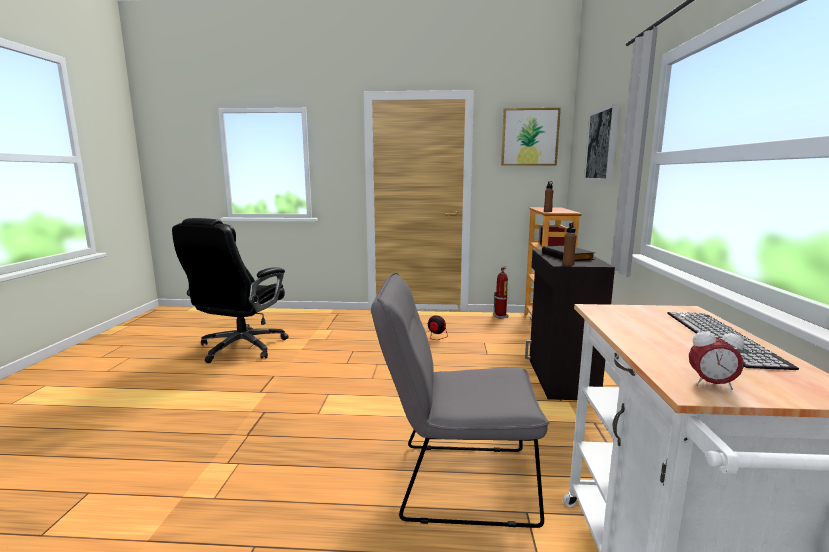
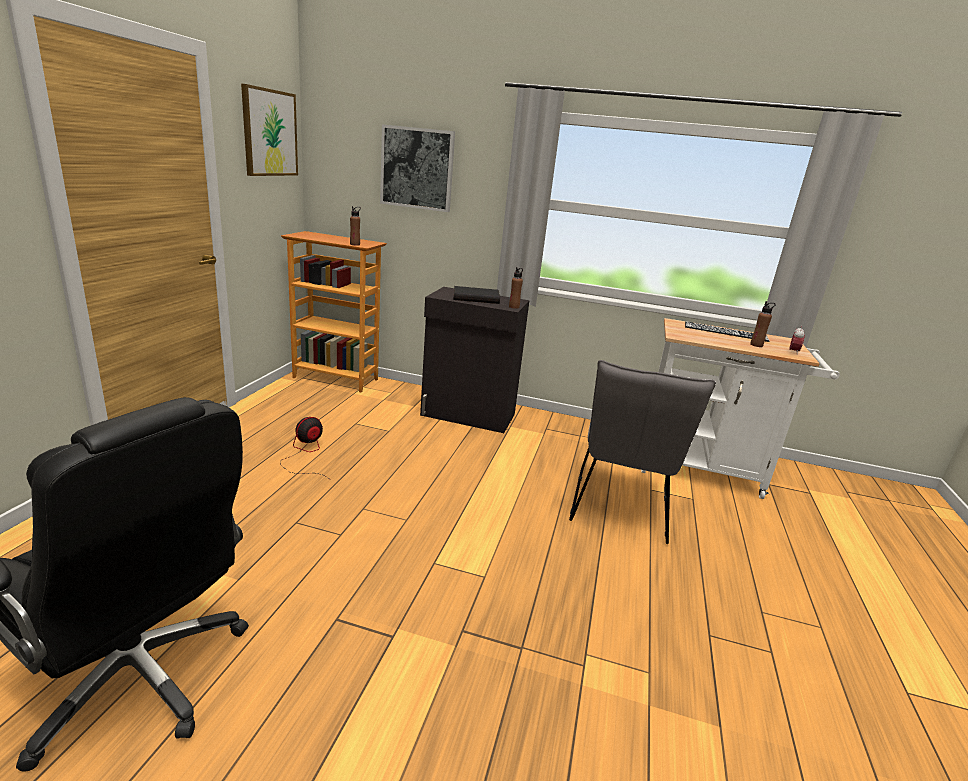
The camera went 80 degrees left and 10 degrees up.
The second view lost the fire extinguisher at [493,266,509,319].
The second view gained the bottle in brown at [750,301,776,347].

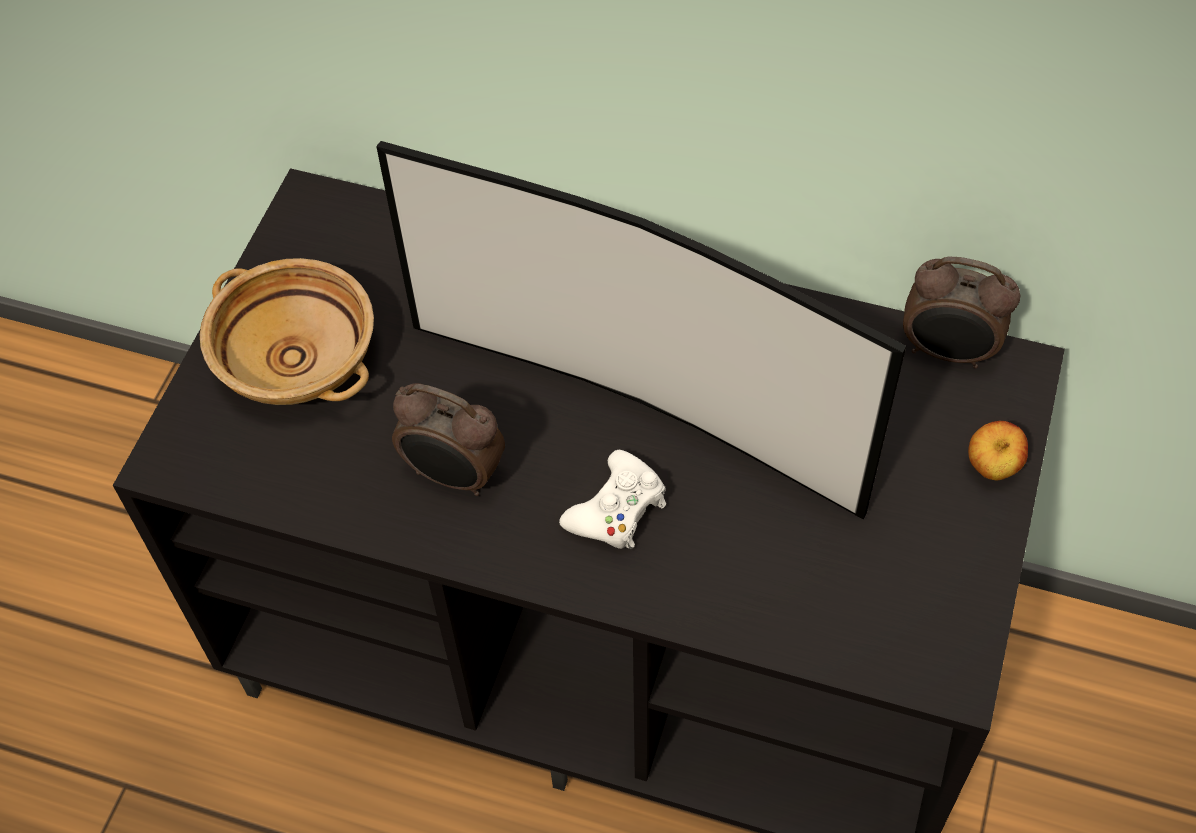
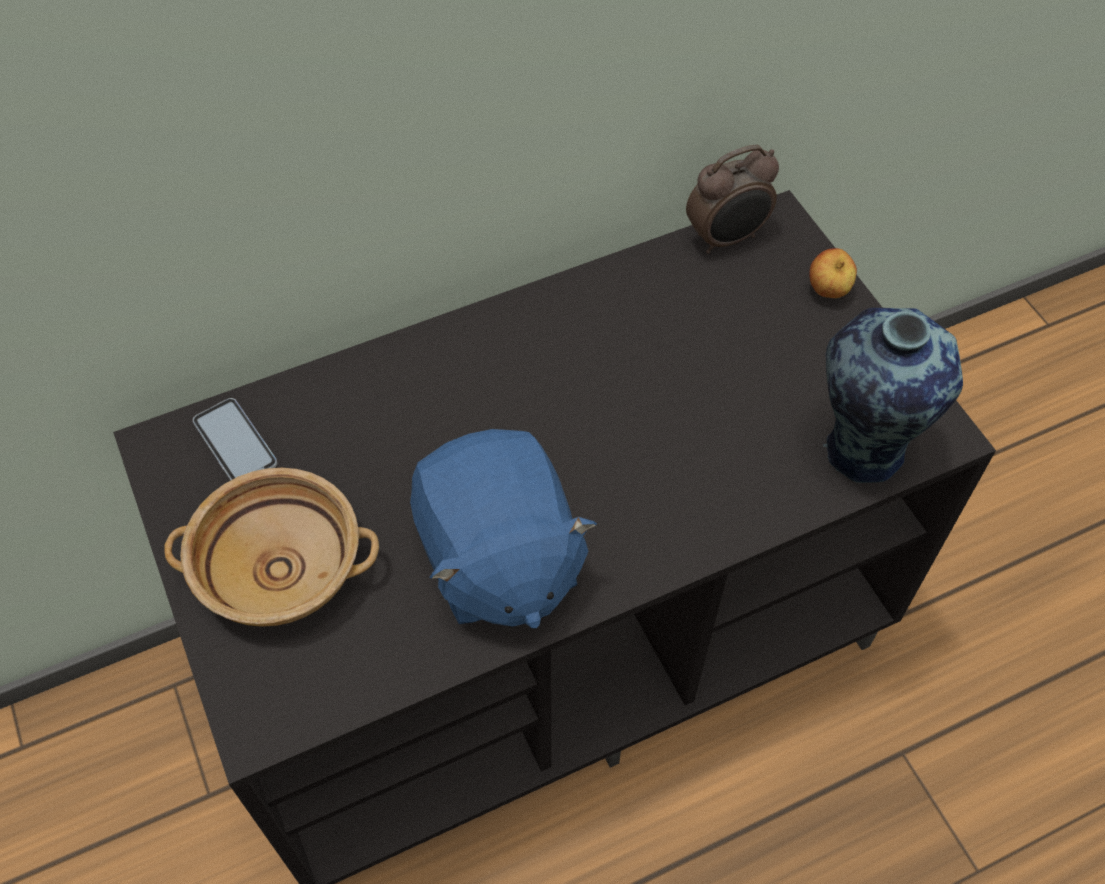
The camera went 45 degrees left and 0 degrees up.
The second view lost the television at [376,141,906,520].
Where the alarm clock stood at [392,383,505,496], the plush toy in blue came to stand at [410,429,597,628].
The second view lost the game controller in white at [559,450,666,549].
The second view gained the phone at [193,398,277,480].
The second view gained the vase at [823,308,963,483].

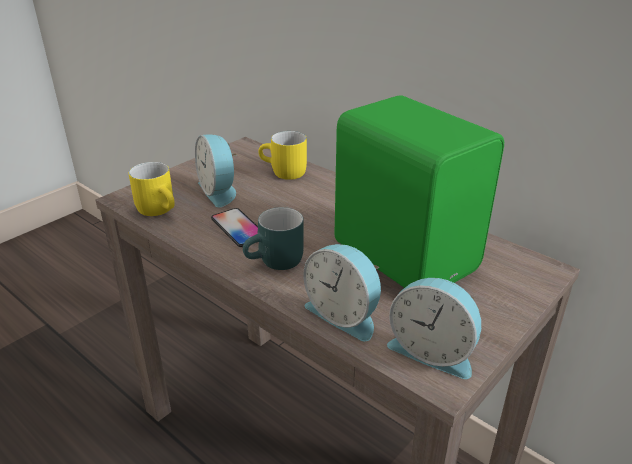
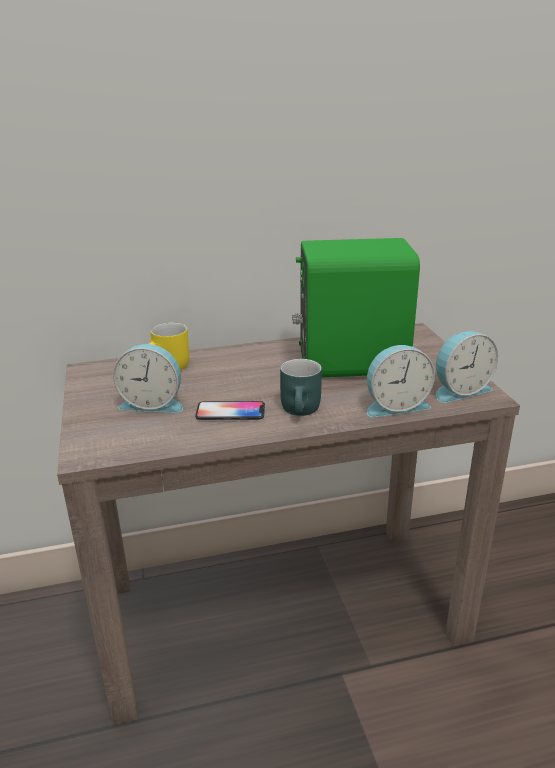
The camera went 55 degrees left and 5 degrees down.
The second view lost the mug in yellow at [129,162,175,216].

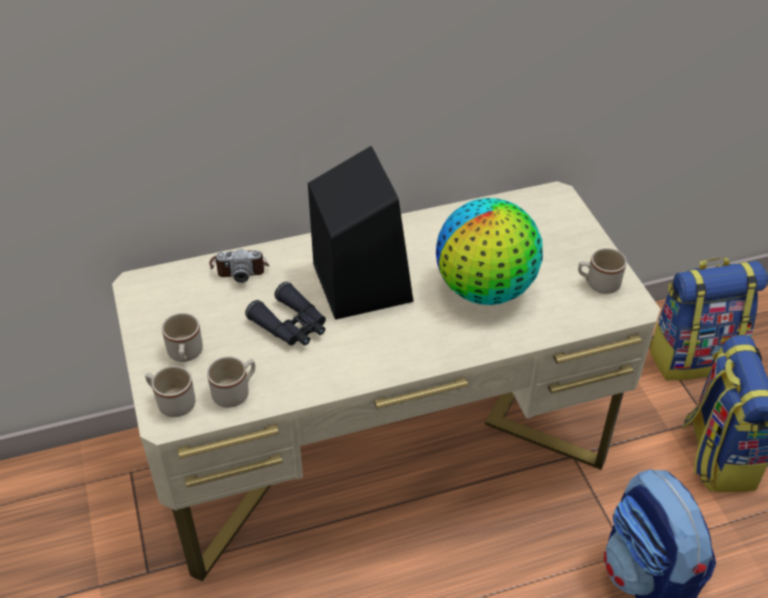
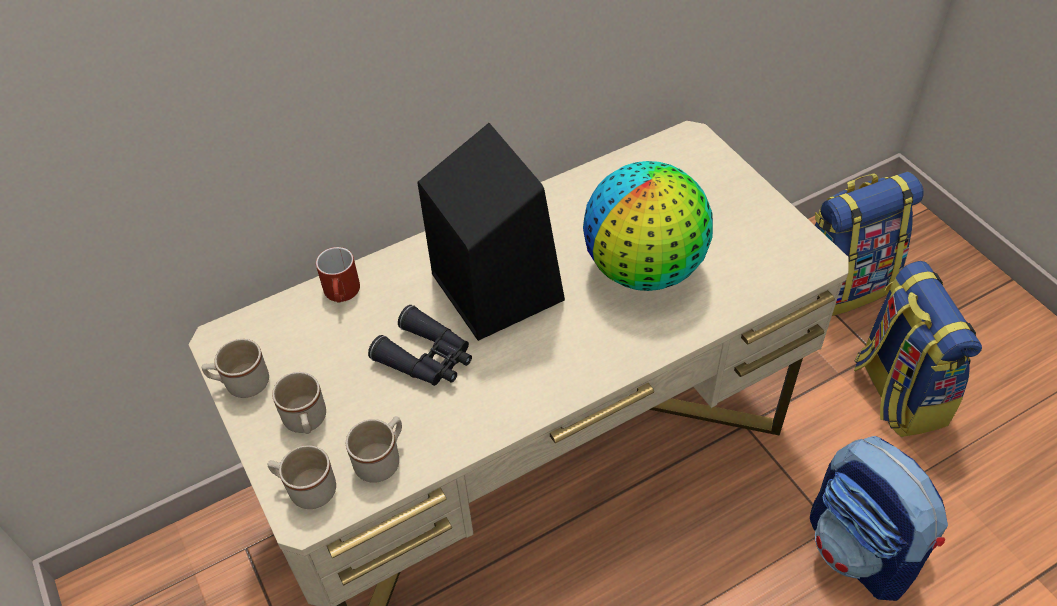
The camera went 10 degrees left and 5 degrees up.
Where the photo camera stood at [209,249,269,283], the mug in red came to stand at [316,247,360,303].
The mug in beige ended up elsewhere, having gone from [578,248,627,294] to [202,339,269,398].

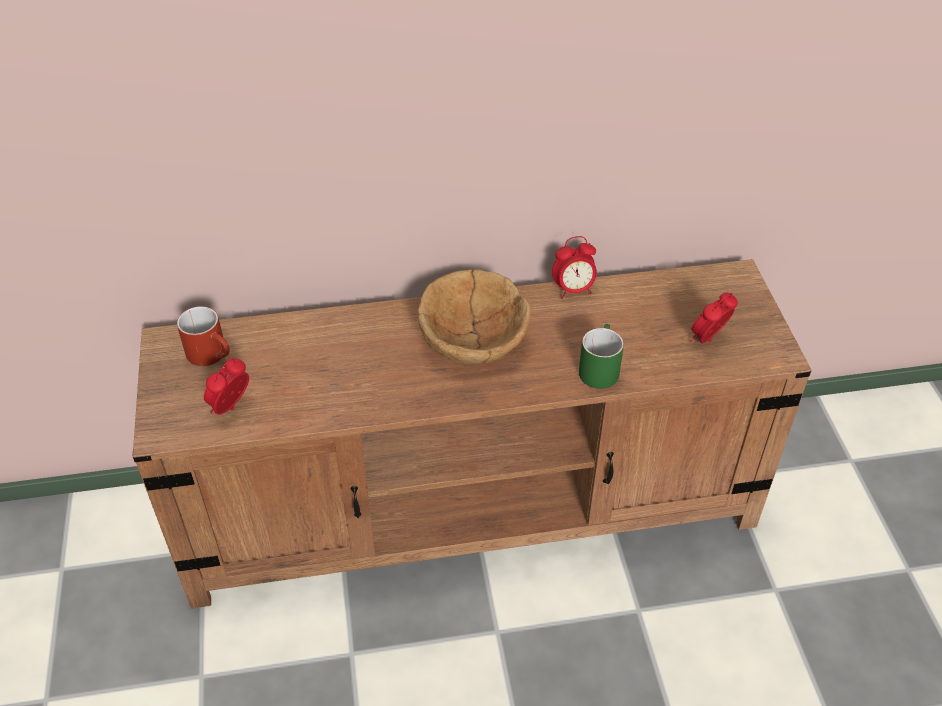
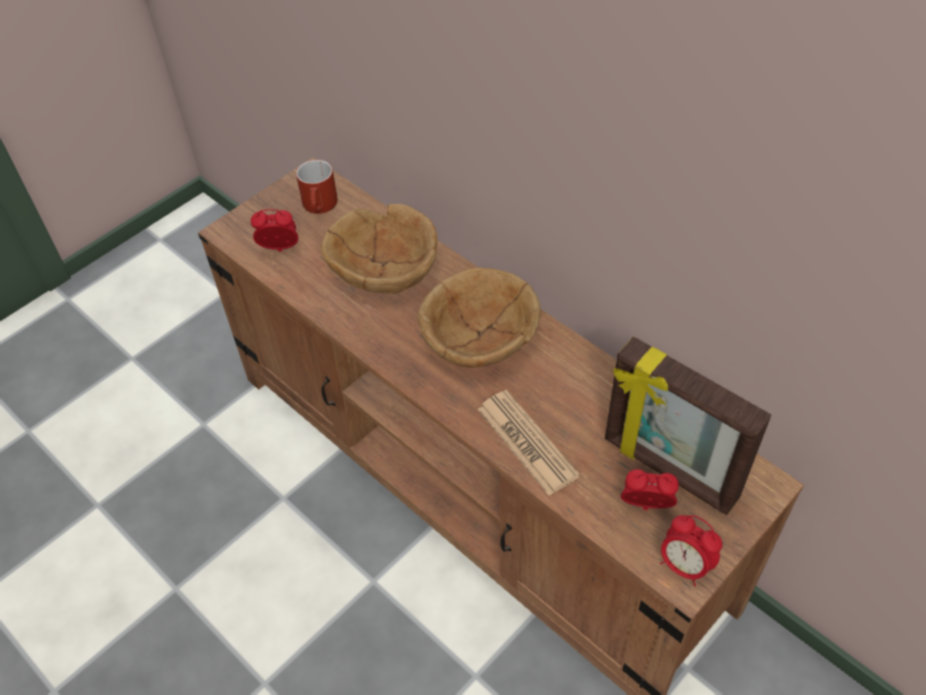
The camera went 55 degrees right and 5 degrees up.
The alarm clock ended up elsewhere, having gone from [552,236,597,299] to [660,515,723,586].
Where the mug in green stood at [579,324,624,389], the newspaper came to stand at [478,390,580,496].
The second view gained the bowl in brown at [321,204,438,294].
The second view gained the picture frame at [605,336,771,515].

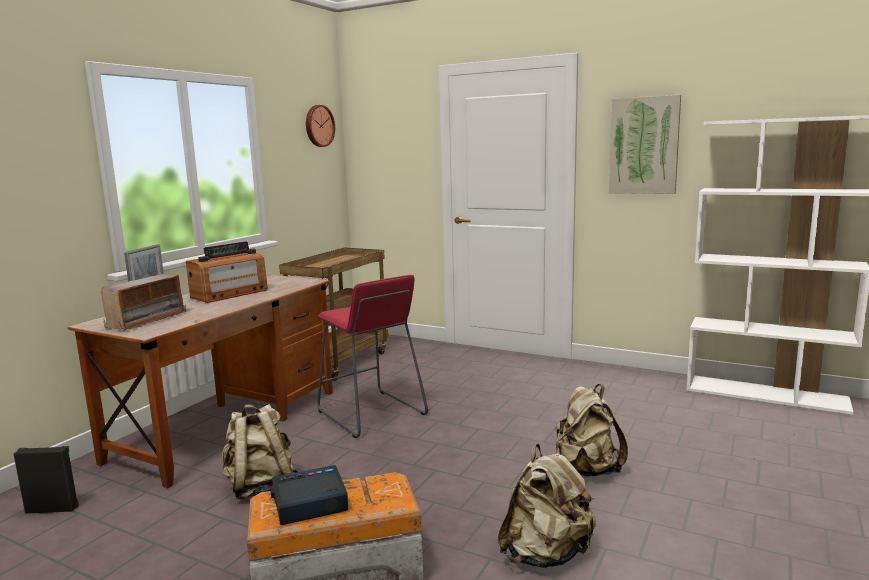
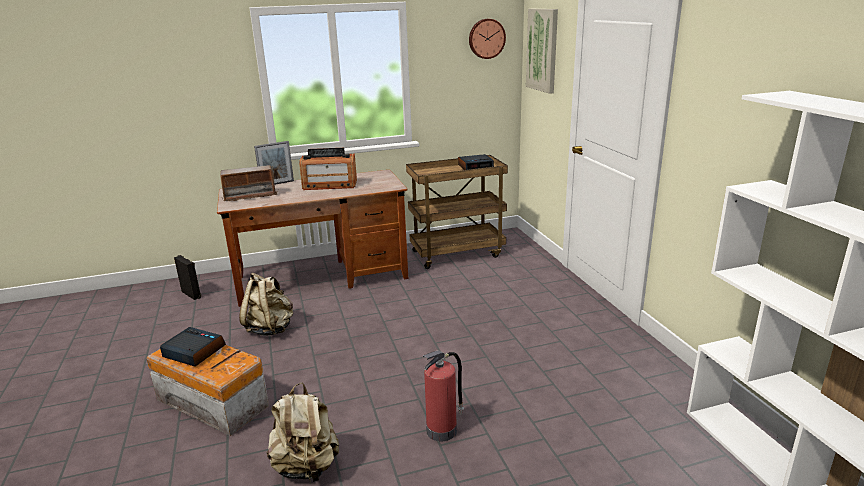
The camera went 45 degrees right and 10 degrees up.
The second view lost the stool in red at [317,275,428,438].
Where the backpack in beige stood at [555,384,628,477], the fire extinguisher came to stand at [423,350,464,441].
The picture ended up elsewhere, having gone from [609,95,681,194] to [526,9,558,94].
The second view gained the alarm clock at [458,154,494,170].

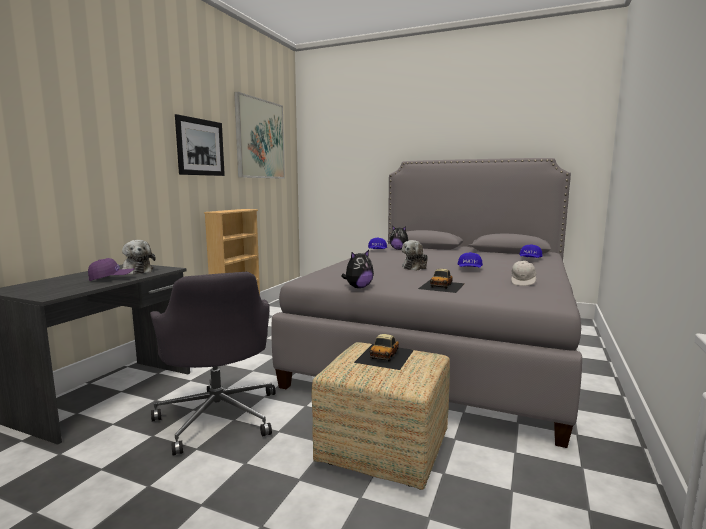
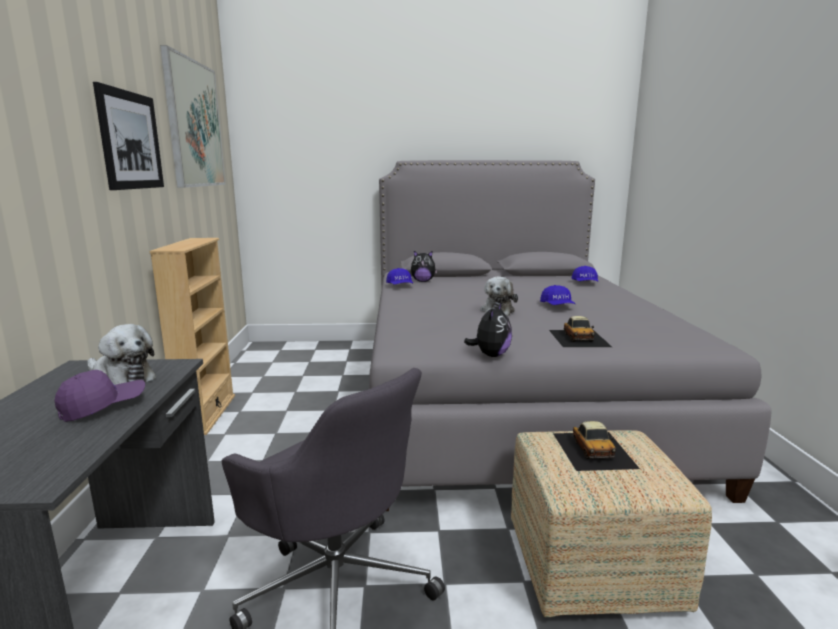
The camera went 25 degrees left and 5 degrees up.
The second view lost the cap in white at [511,261,537,286].

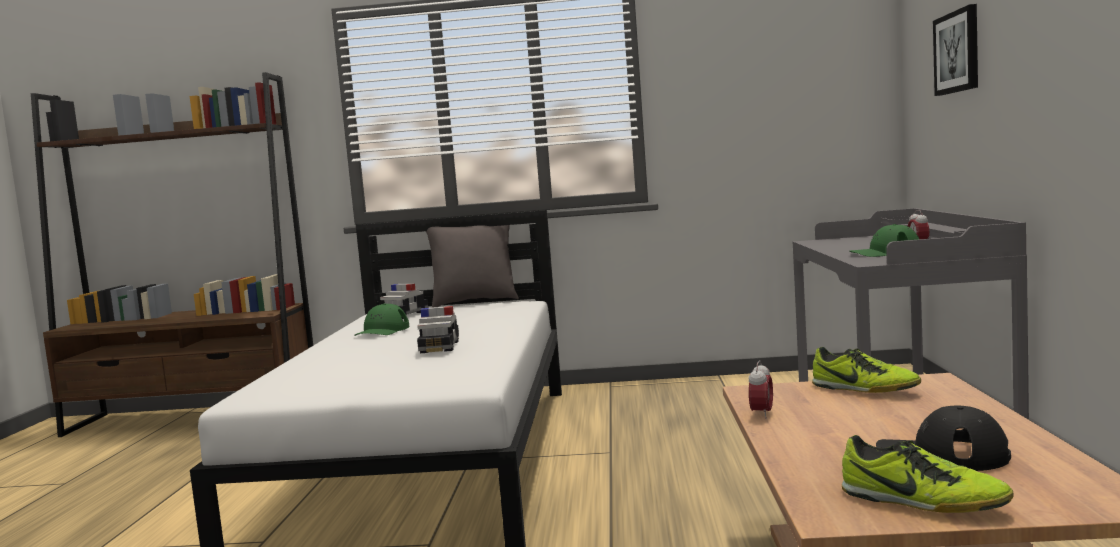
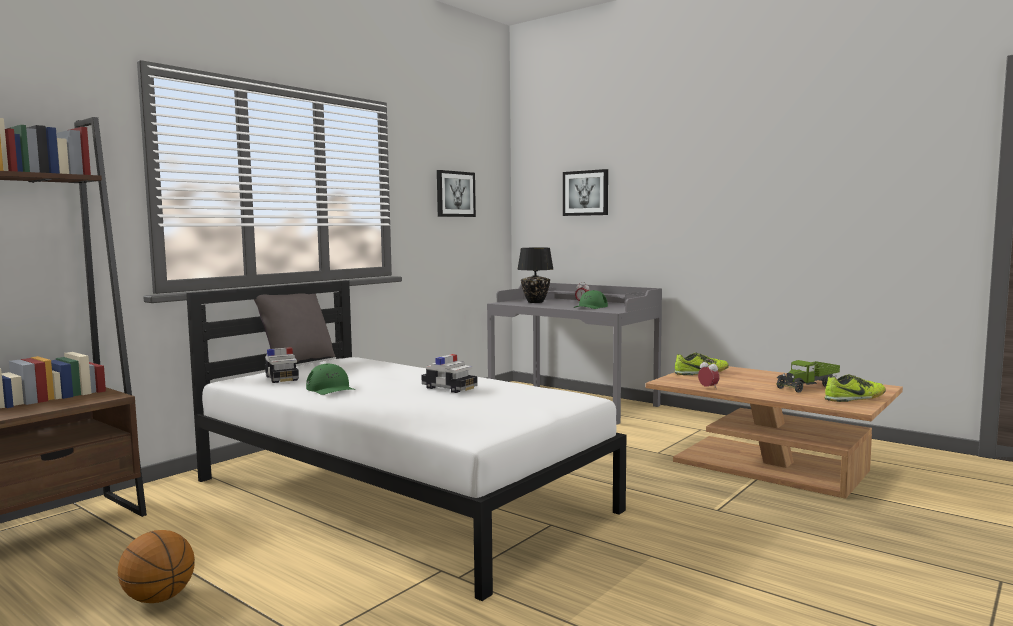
The camera went 55 degrees left and 0 degrees up.
Where the cap in black stood at [876,406,1011,471], the toy truck came to stand at [776,360,840,393].
The second view gained the basketball at [118,530,195,603].
The second view gained the picture at [437,170,476,217].
The second view gained the table lamp in black at [517,248,553,303].

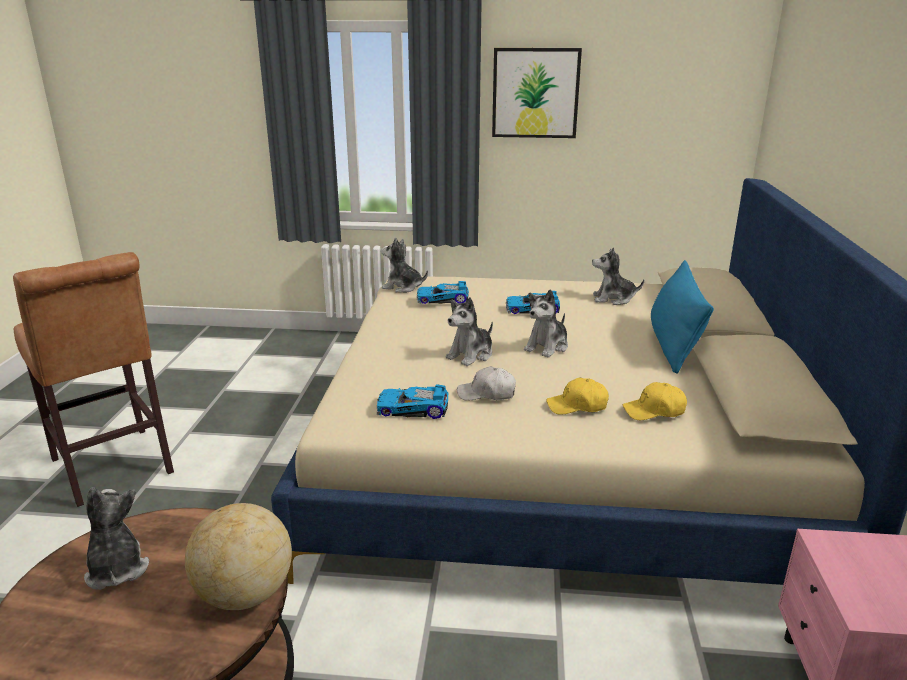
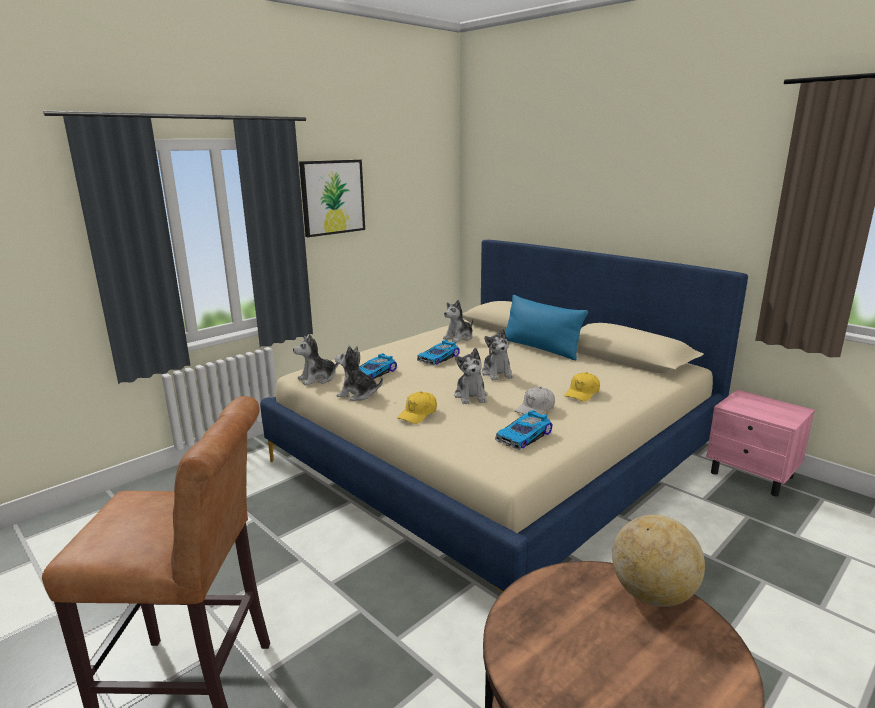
The camera went 50 degrees left and 5 degrees down.
The plush toy ended up elsewhere, having gone from [84,487,149,590] to [335,345,383,401].
The cap in yellow ended up elsewhere, having gone from [623,382,687,420] to [397,392,437,424].

